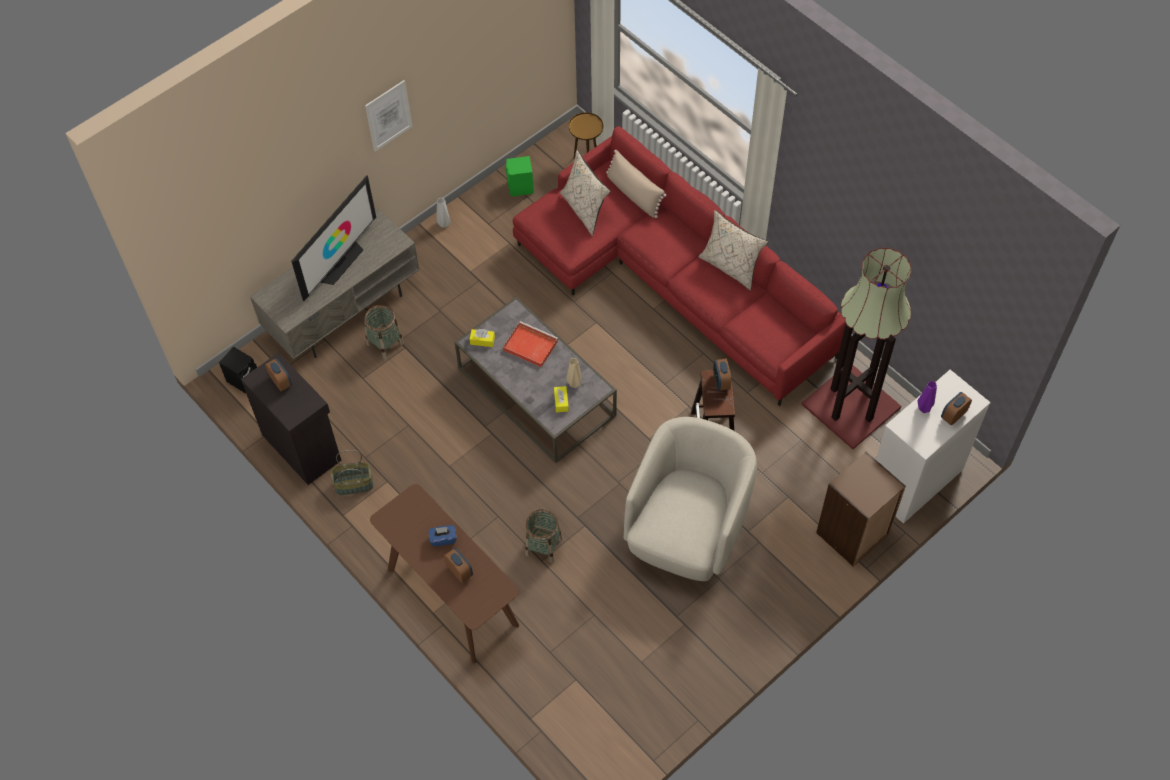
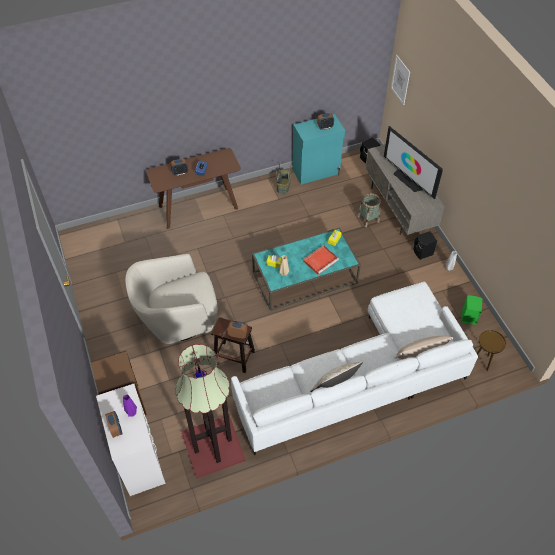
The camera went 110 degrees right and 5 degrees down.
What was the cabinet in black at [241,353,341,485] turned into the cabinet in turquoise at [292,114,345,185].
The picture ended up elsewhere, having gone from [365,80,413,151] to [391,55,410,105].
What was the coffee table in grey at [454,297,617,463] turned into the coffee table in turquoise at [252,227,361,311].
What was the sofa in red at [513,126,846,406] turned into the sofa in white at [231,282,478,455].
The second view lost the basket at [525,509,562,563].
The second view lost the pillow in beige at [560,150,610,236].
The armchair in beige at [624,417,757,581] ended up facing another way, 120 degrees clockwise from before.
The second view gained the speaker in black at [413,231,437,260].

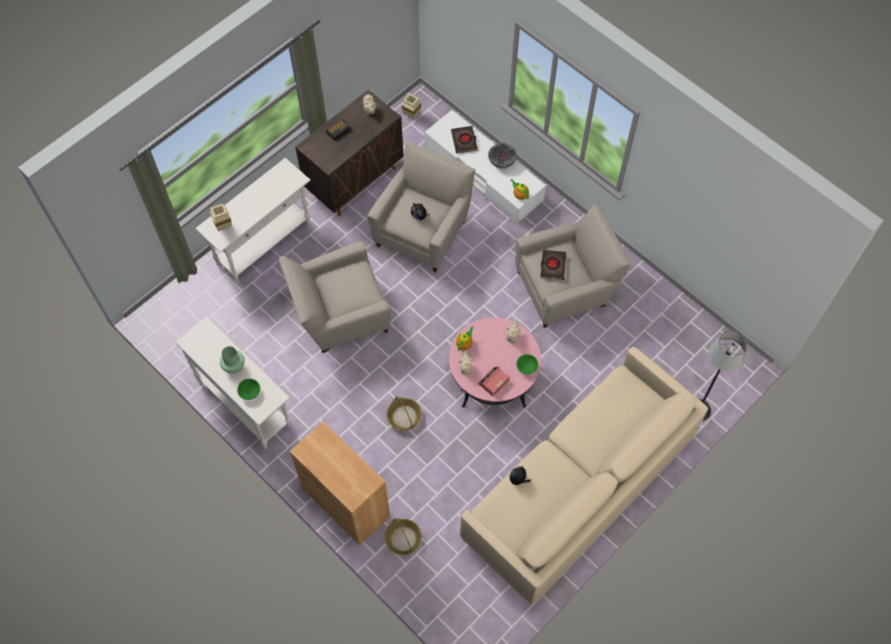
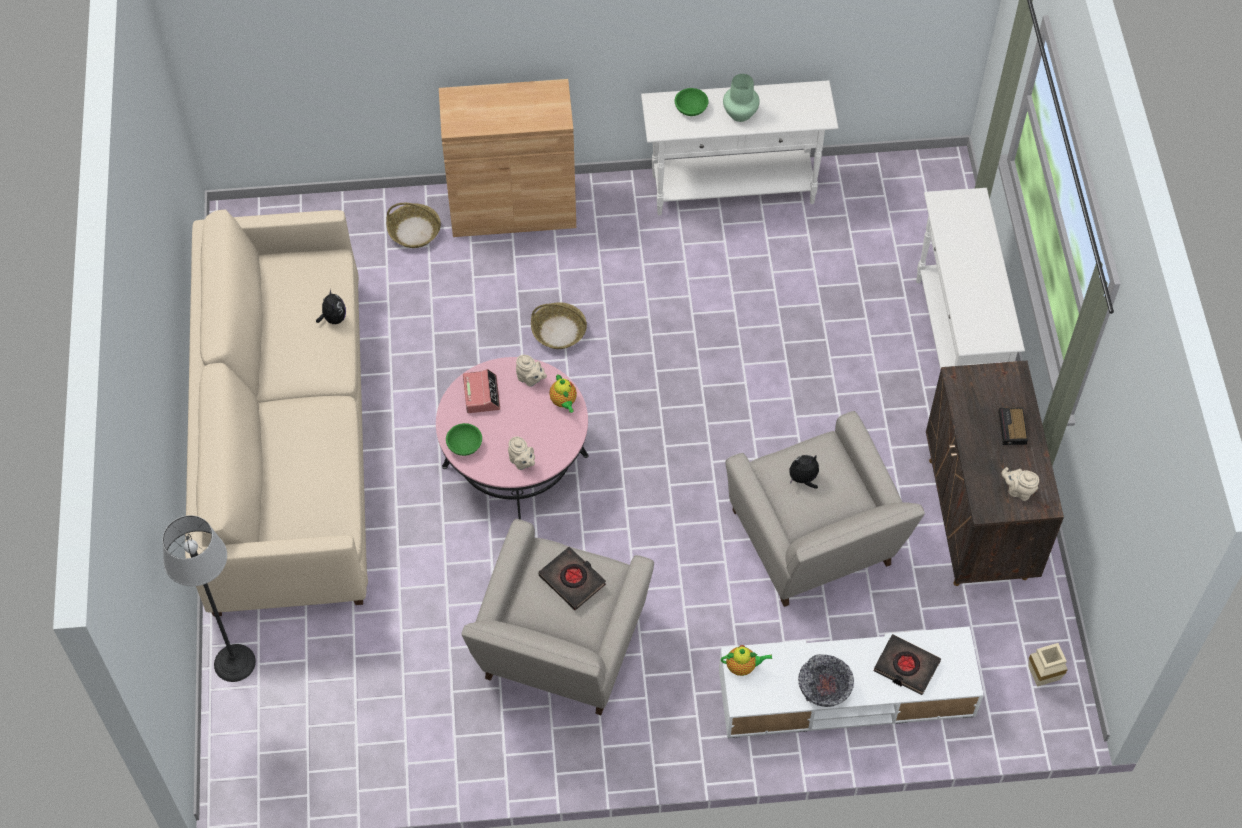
The camera went 130 degrees right and 5 degrees down.
The second view lost the vase in beige at [210,204,232,231].
The second view lost the armchair in beige at [278,242,390,353].

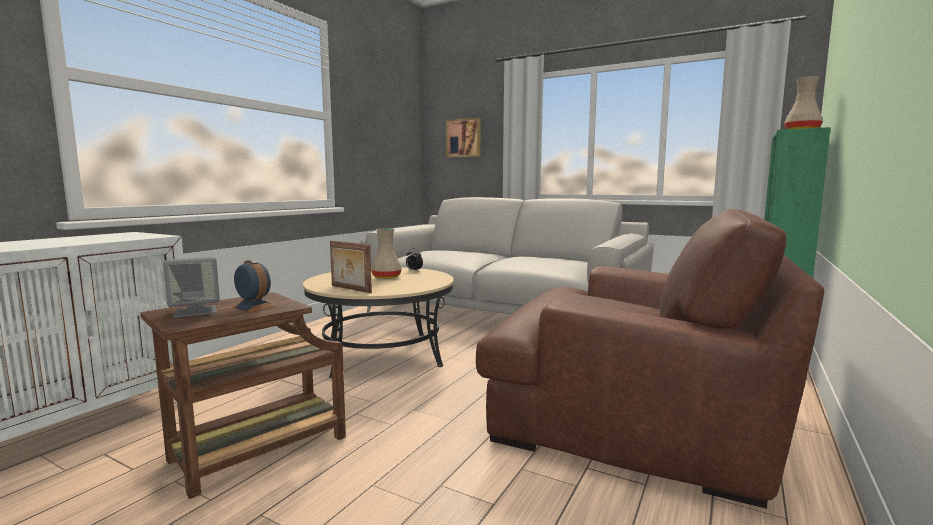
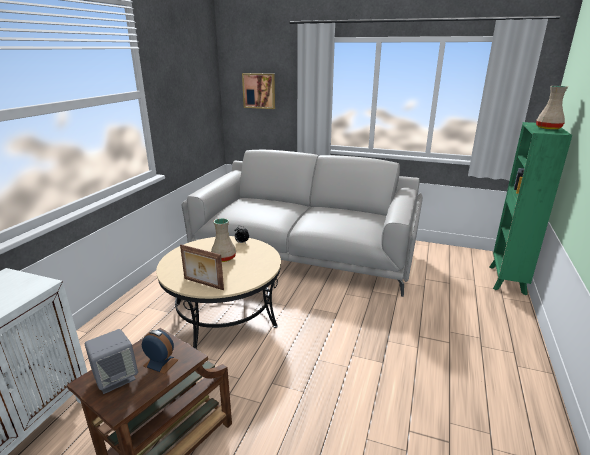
The camera went 10 degrees left and 15 degrees up.
The second view lost the armchair in brown at [476,209,824,509].

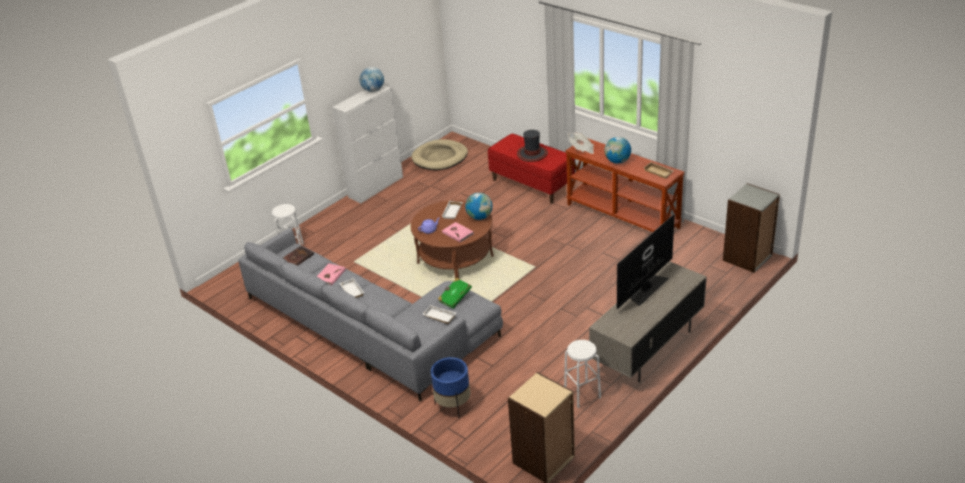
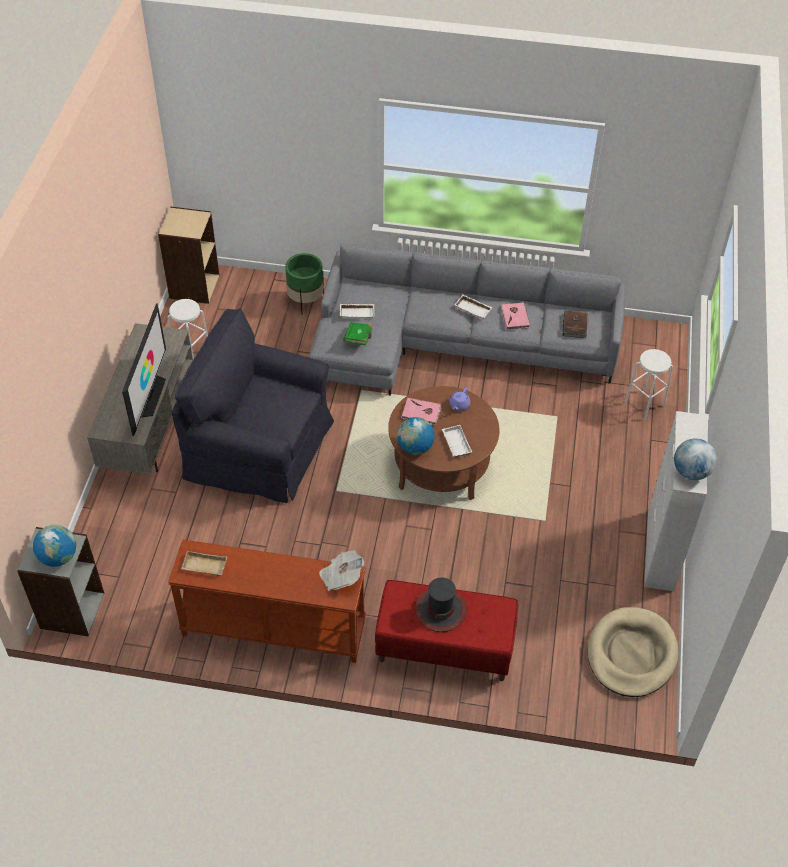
The camera went 145 degrees right and 15 degrees up.
What was the planter in blue at [431,357,470,419] turned into the planter in green at [285,253,324,315].
The globe ended up elsewhere, having gone from [604,137,631,164] to [33,525,76,567].
The second view gained the armchair in black at [172,308,334,503].

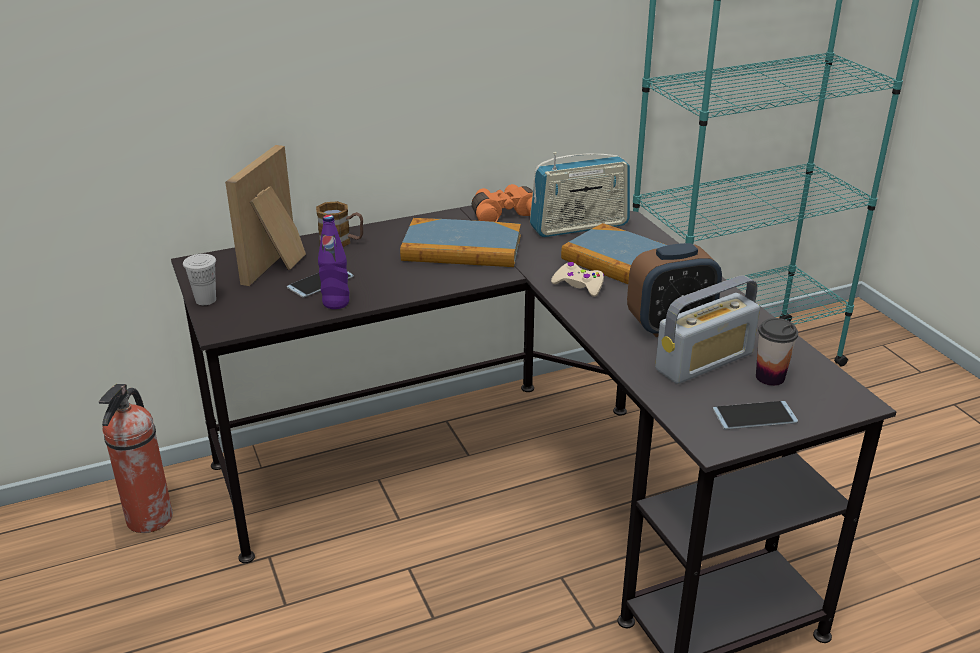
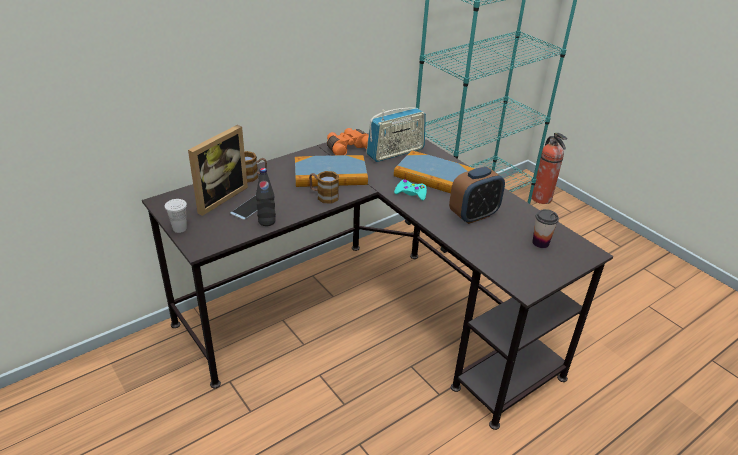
The camera went 15 degrees left and 5 degrees up.
The fire extinguisher ended up elsewhere, having gone from [99,384,173,533] to [532,133,567,204].
The picture frame at [225,145,306,286] ended up facing another way, 150 degrees counterclockwise from before.
What was the bottle in purple at [318,215,349,309] turned into the bottle in black at [256,168,276,226].
What was the game controller in beige at [551,262,604,297] turned into the game controller in turquoise at [394,180,427,200].
The second view lost the radio at [655,275,760,384].
The second view lost the phone at [713,401,798,430].
The second view gained the mug at [309,171,339,204].

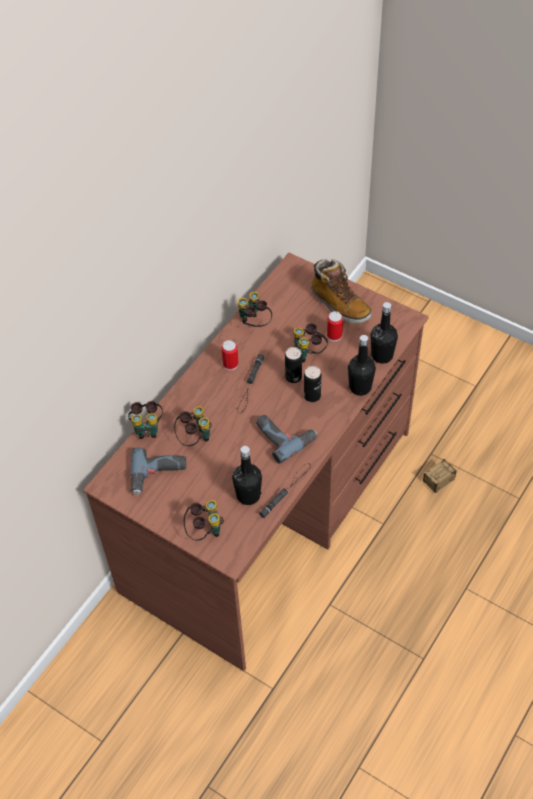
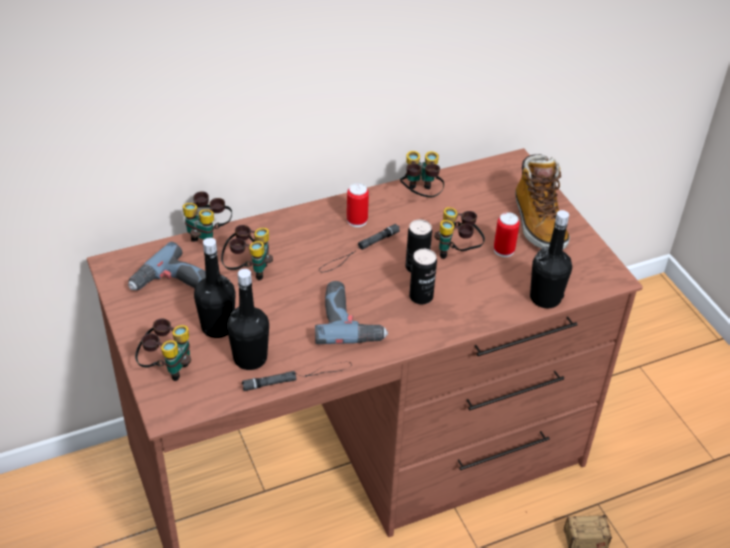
The camera went 30 degrees right and 10 degrees down.
The bottle in black ended up elsewhere, having gone from [348,335,376,396] to [194,238,235,338].

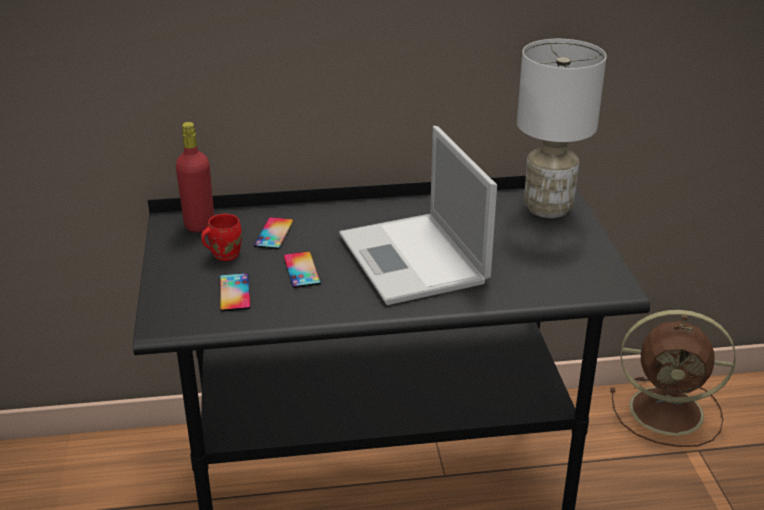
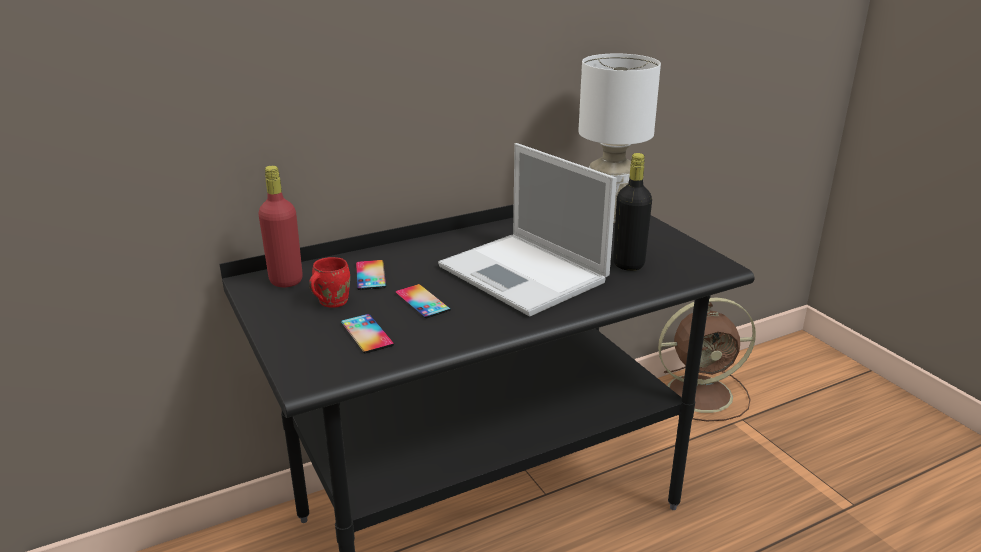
The camera went 20 degrees left and 5 degrees down.
The second view gained the bottle in black at [613,153,652,271].

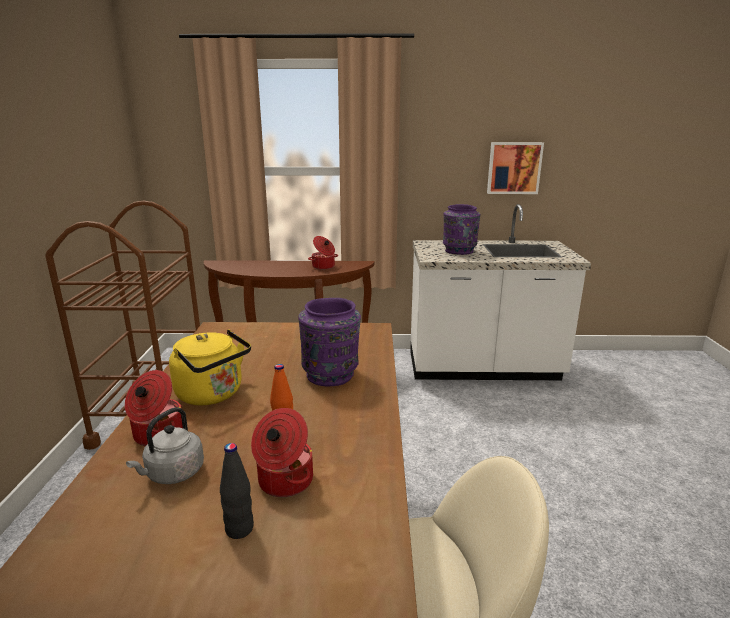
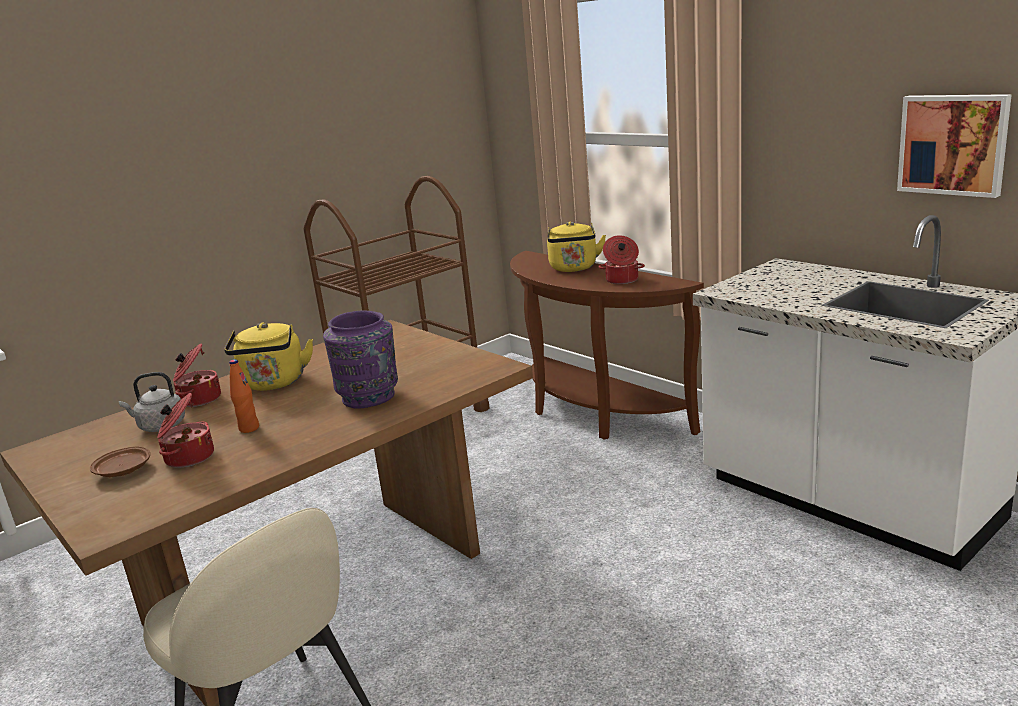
The camera went 50 degrees right and 0 degrees up.
Where the bottle in black stood at [220,443,254,539], the plate in brown came to stand at [90,446,150,477].
The second view lost the vase in purple at [443,204,480,255].
The second view gained the kettle in yellow at [547,221,606,272].

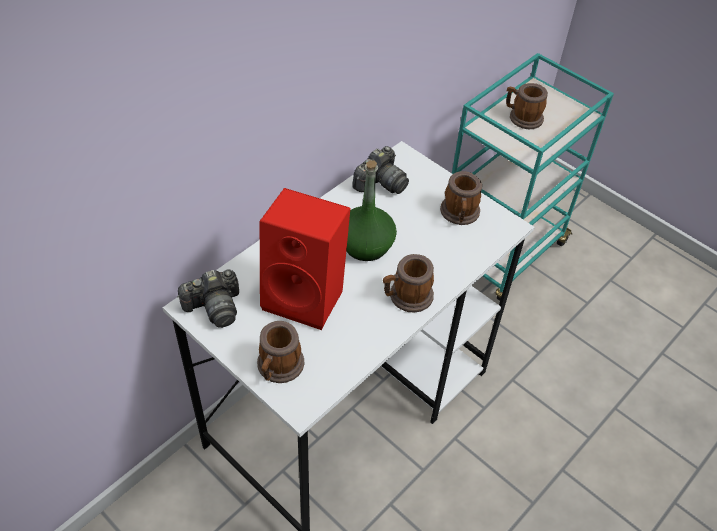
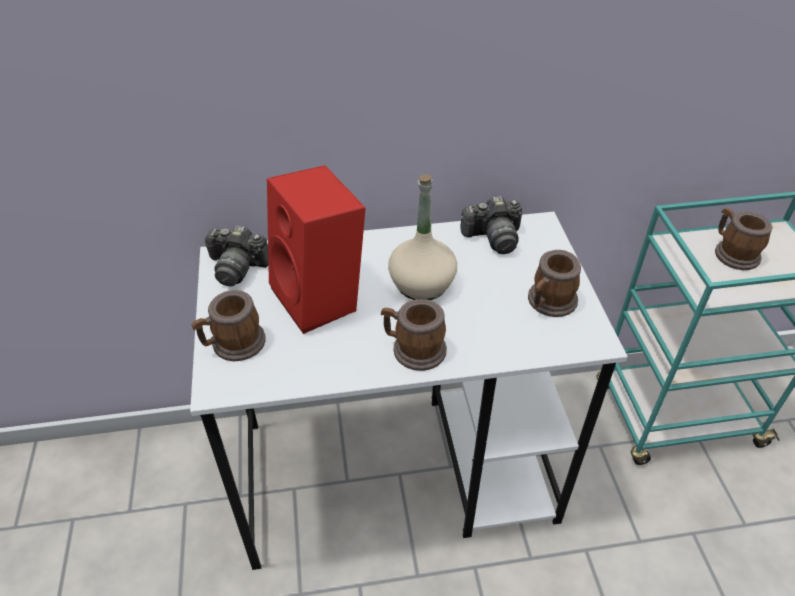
The camera went 40 degrees right and 5 degrees down.
What was the bottle in green at [346,160,397,261] turned into the bottle in beige at [388,174,457,300].

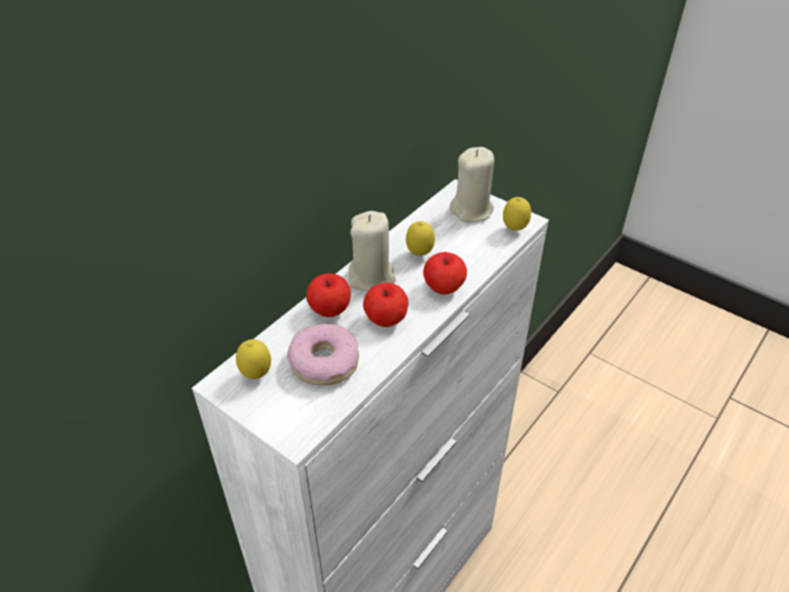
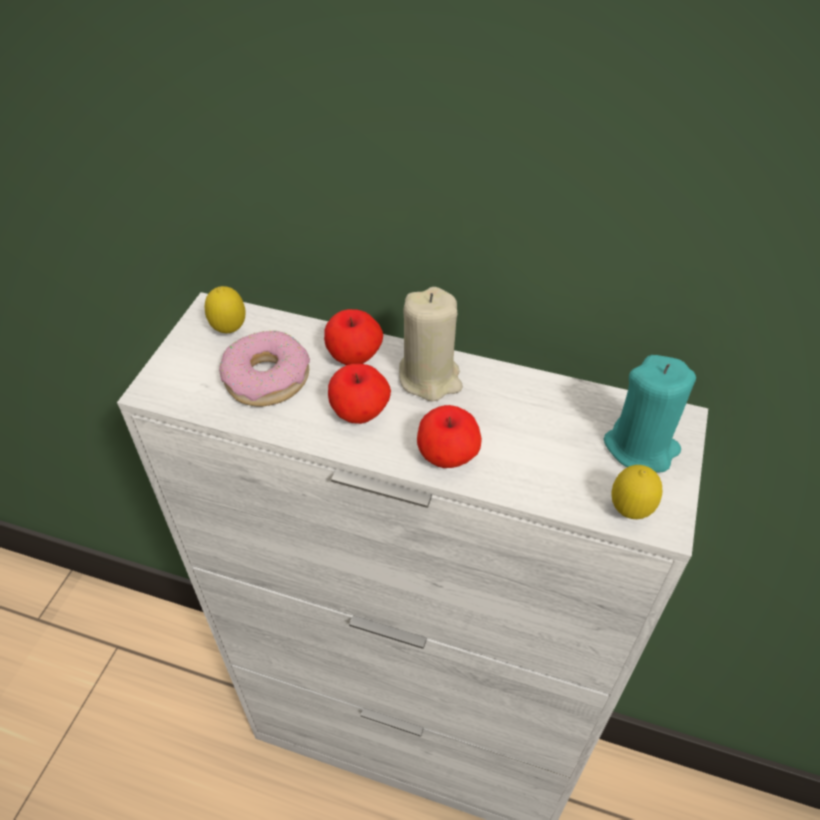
The camera went 70 degrees right and 5 degrees up.
The second view lost the lemon at [406,221,435,256].
What was the candle in beige at [450,147,494,222] turned into the candle in turquoise at [604,355,696,473].

